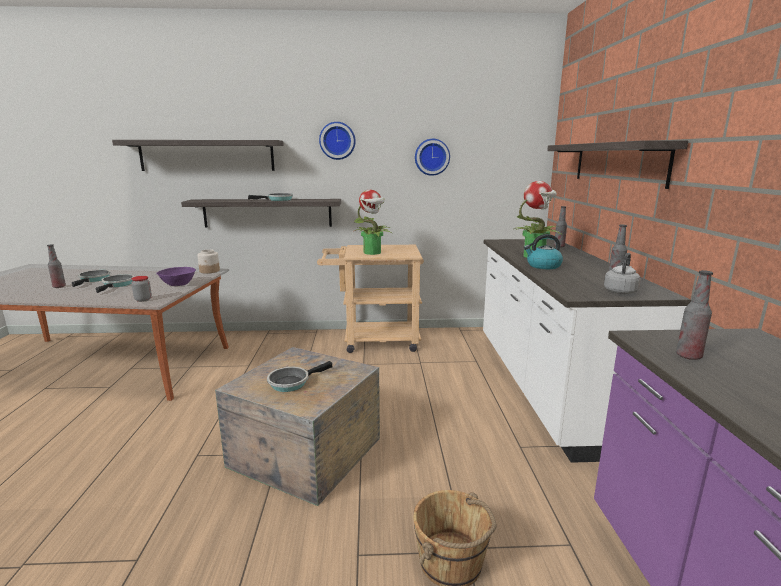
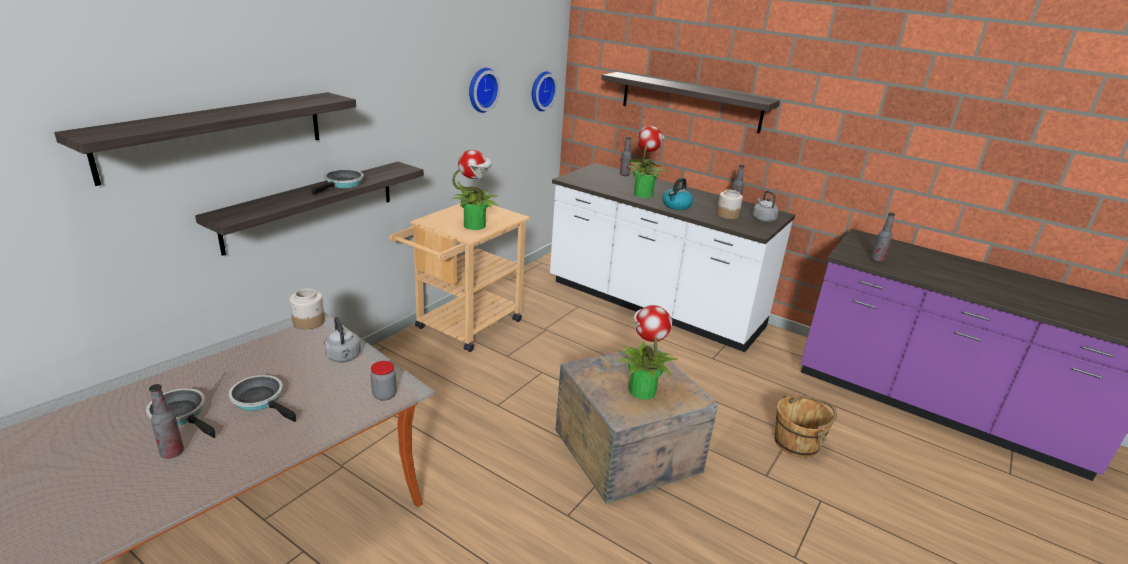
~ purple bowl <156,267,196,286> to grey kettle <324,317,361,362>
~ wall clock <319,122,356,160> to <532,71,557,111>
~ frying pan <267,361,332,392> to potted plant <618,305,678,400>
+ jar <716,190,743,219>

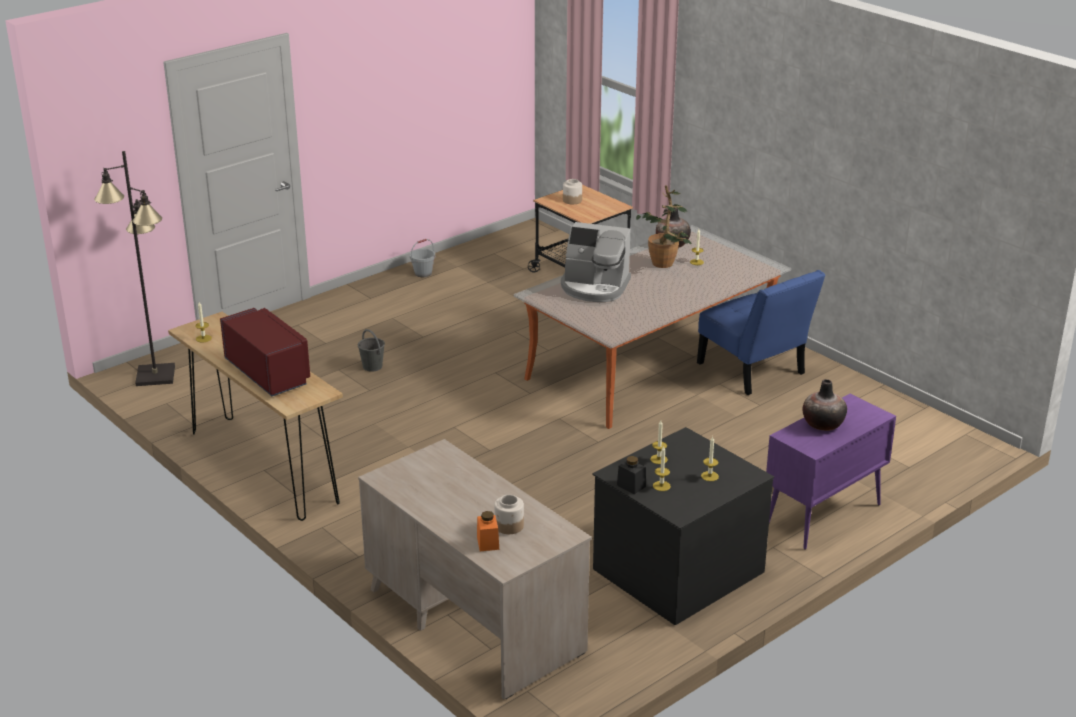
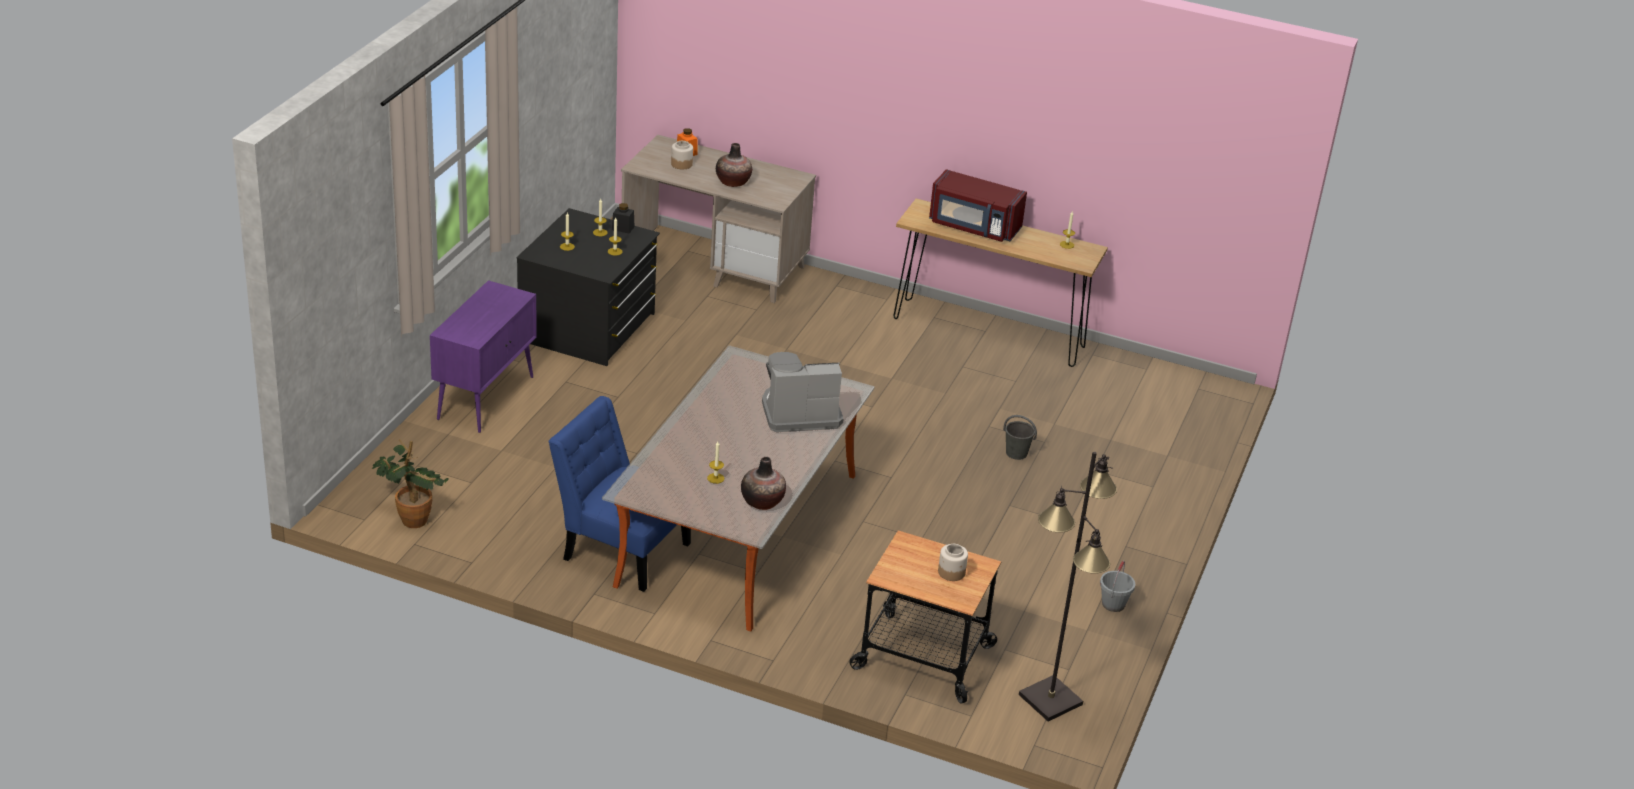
~ potted plant <636,185,692,268> to <372,439,449,528>
~ vase <802,379,847,431> to <716,143,752,187>
~ black floor lamp <94,151,175,386> to <1019,452,1117,721>

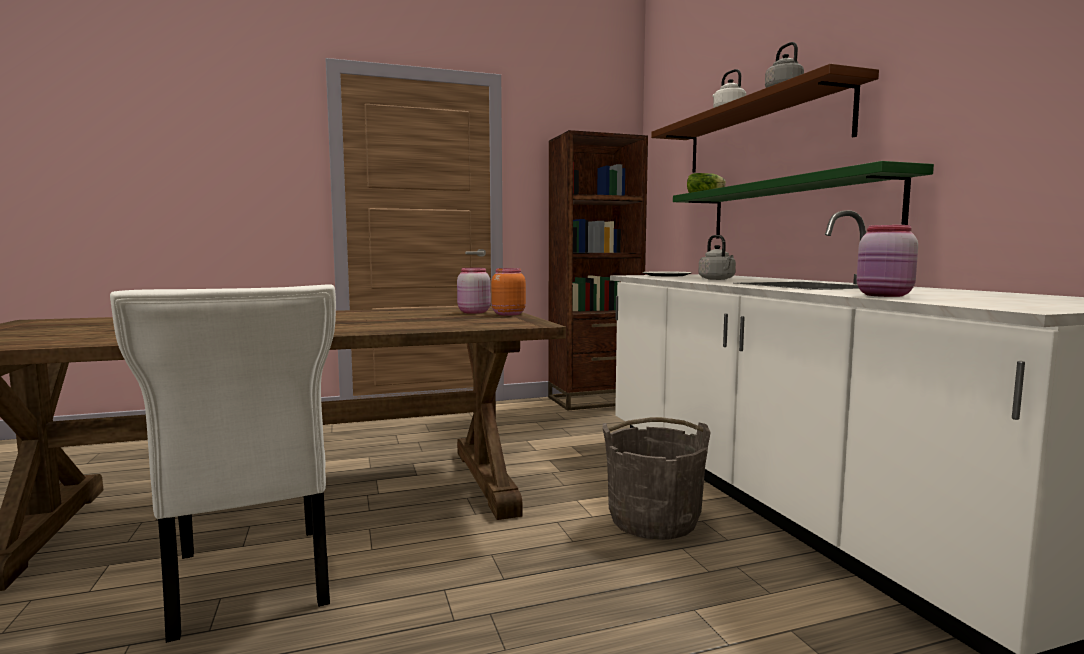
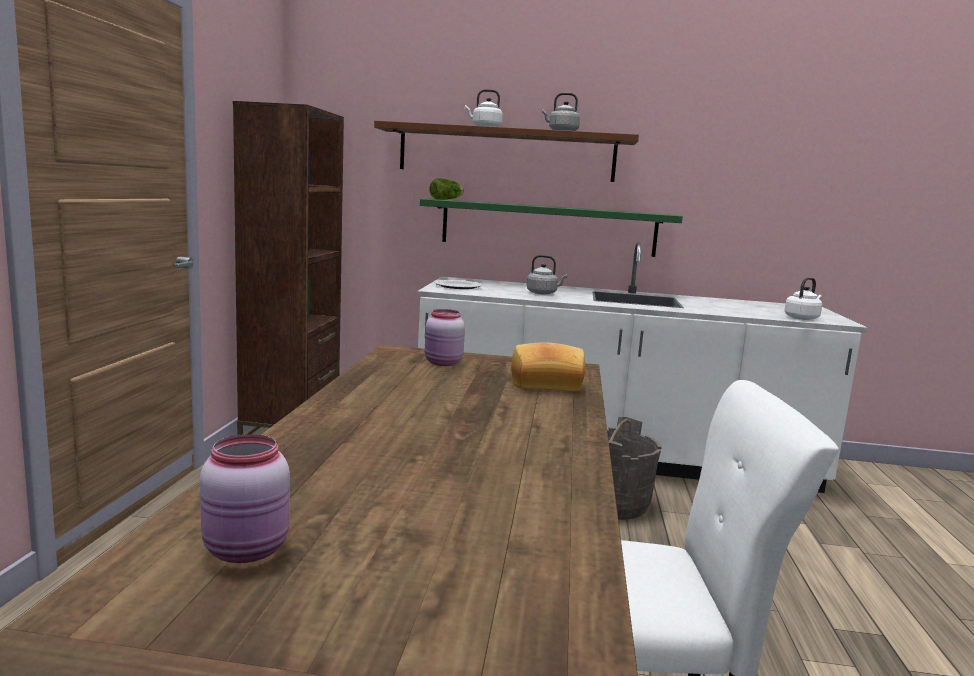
~ pink jar <857,225,918,297> to <200,434,290,563>
+ bread <511,342,585,391>
+ white kettle <784,277,822,320>
- orange jar <491,268,526,316>

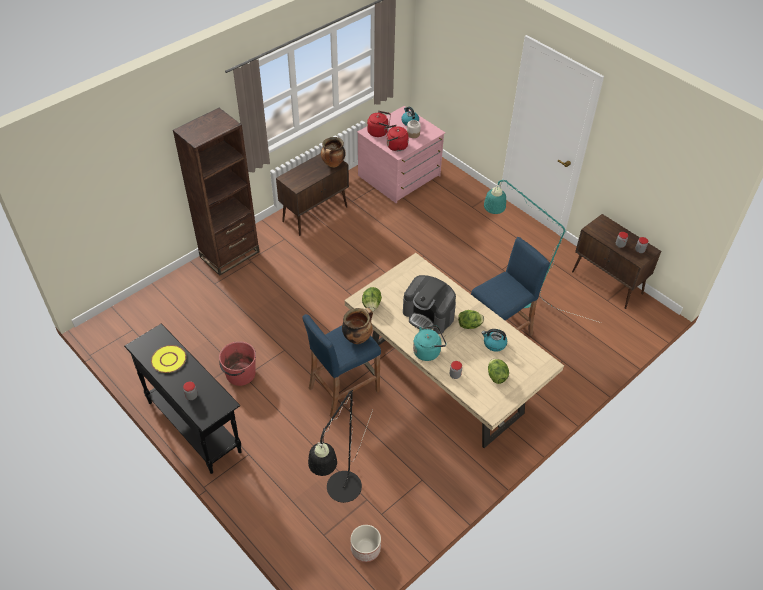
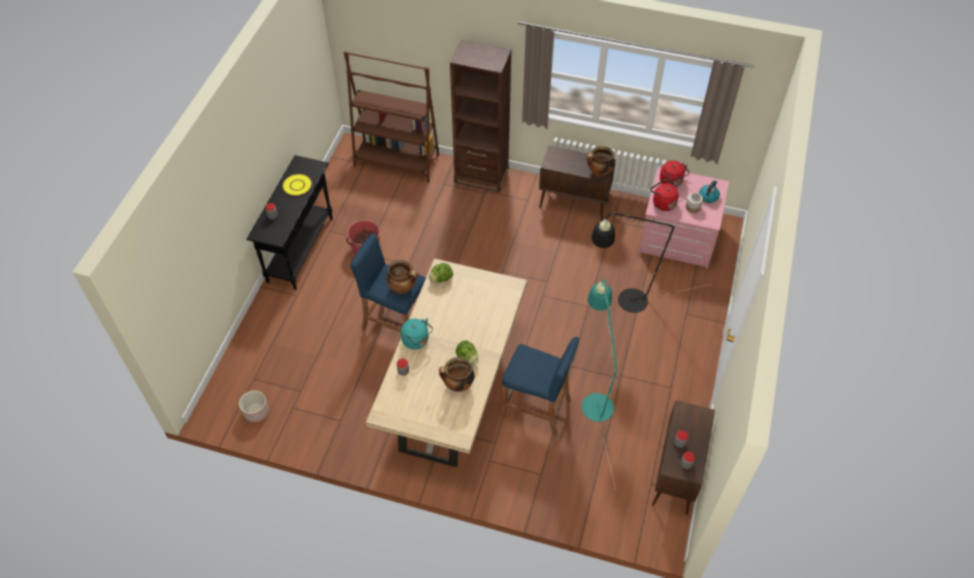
+ brown bookcase <344,51,439,183>
~ kettle <481,329,507,352> to cooking pot <439,357,475,392>
~ black floor lamp <308,390,373,503> to <592,212,707,313>
- coffee machine <403,275,456,334>
- lettuce <488,359,509,384>

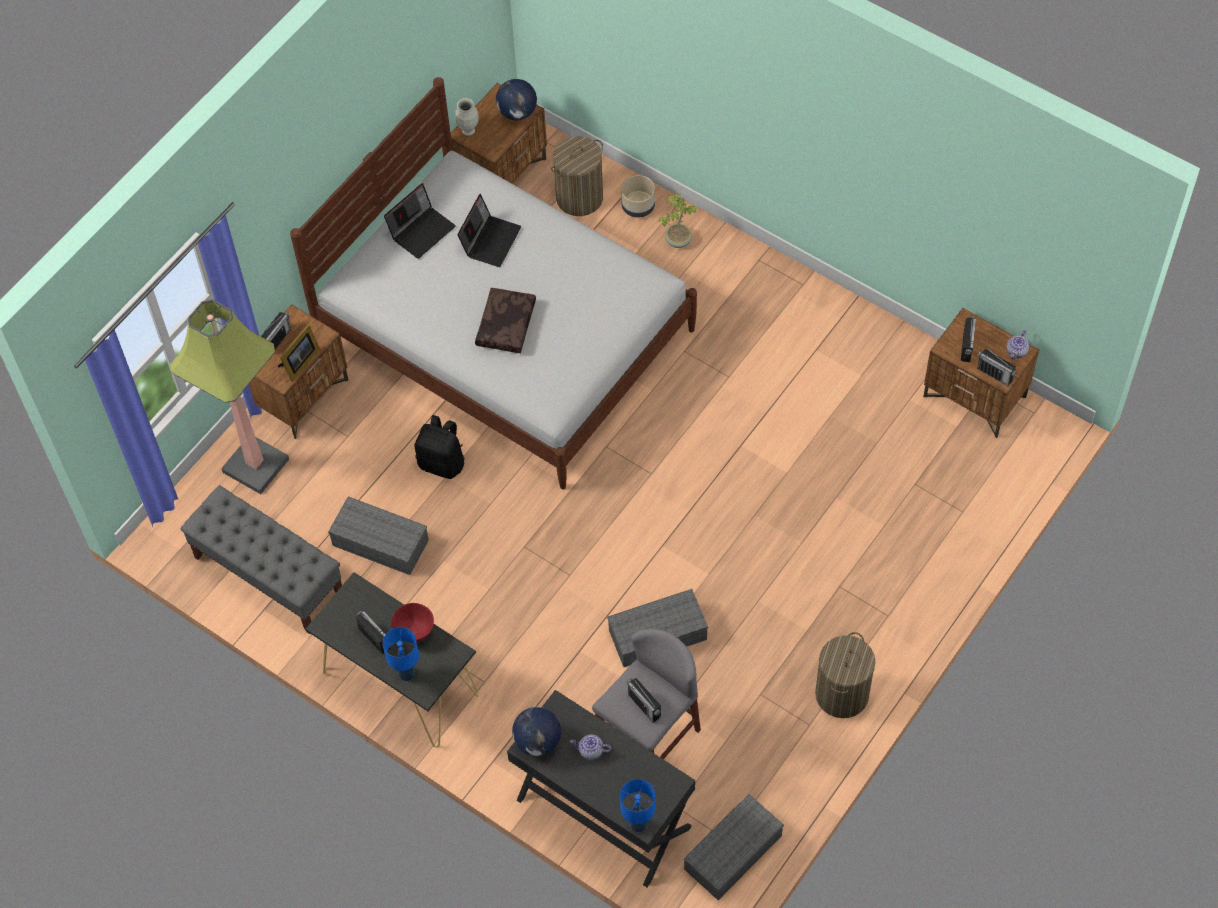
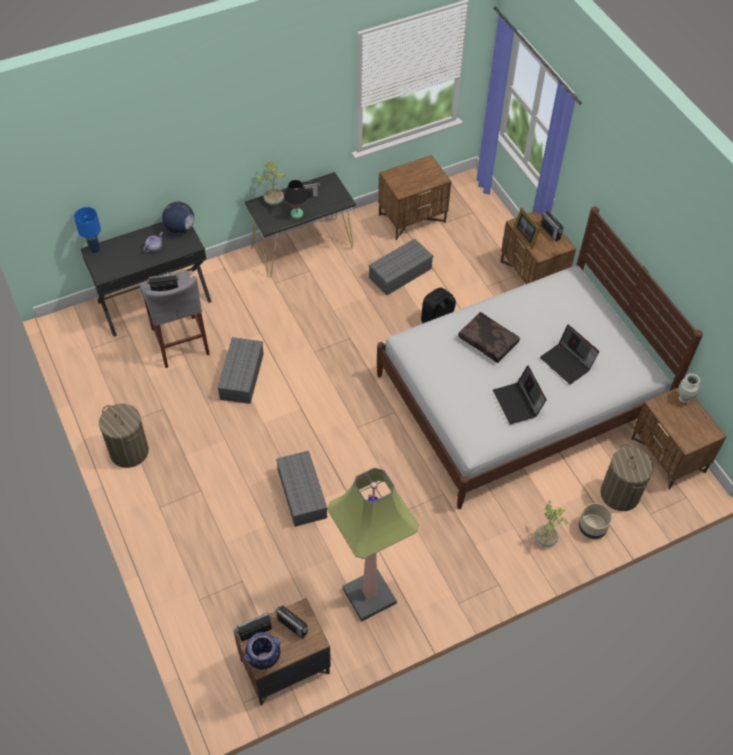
~ teapot <1006,330,1029,359> to vase <244,632,281,669>
~ blue table lamp <383,627,419,681> to potted plant <255,161,285,206>
~ grey storage box <684,794,784,900> to <276,451,327,527>
~ red bowl <391,603,434,642> to black table lamp <284,180,308,219>
~ floor lamp <170,299,289,494> to <327,467,419,621>
~ grey bench <180,485,342,634> to brown nightstand <378,155,451,240>
~ laptop <384,183,456,259> to <493,365,547,424>
- globe <496,79,537,120>

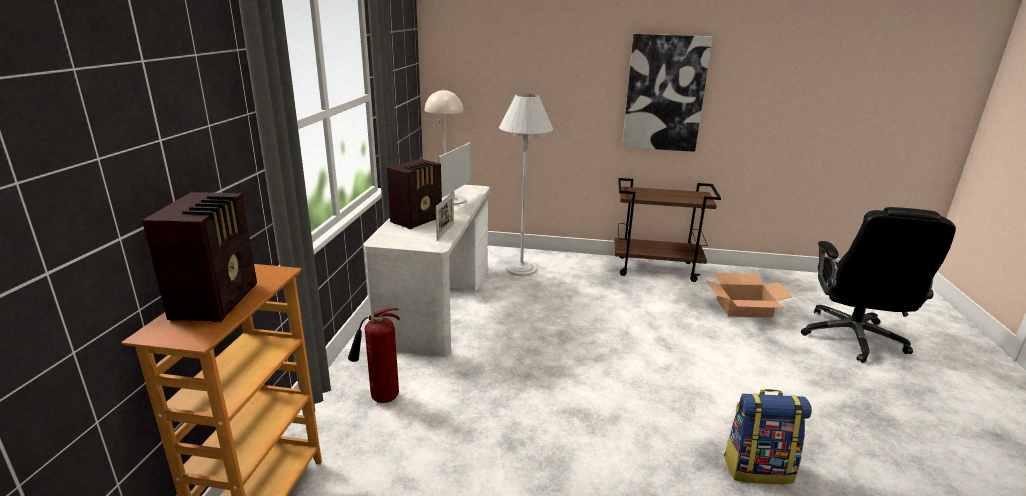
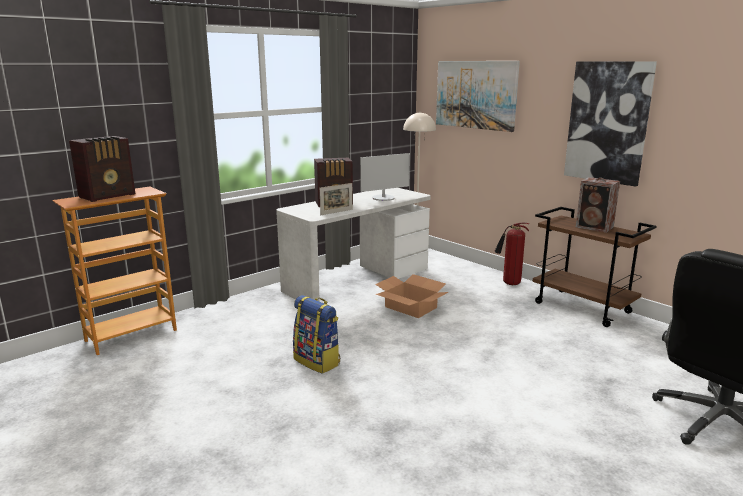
~ backpack <724,389,812,484> to <293,295,340,374>
~ cardboard box <706,273,792,318> to <375,274,448,318>
+ picture <436,61,520,132>
~ fire extinguisher <348,308,400,403> to <495,222,529,285>
+ speaker <576,177,620,233>
- white floor lamp <499,94,553,276>

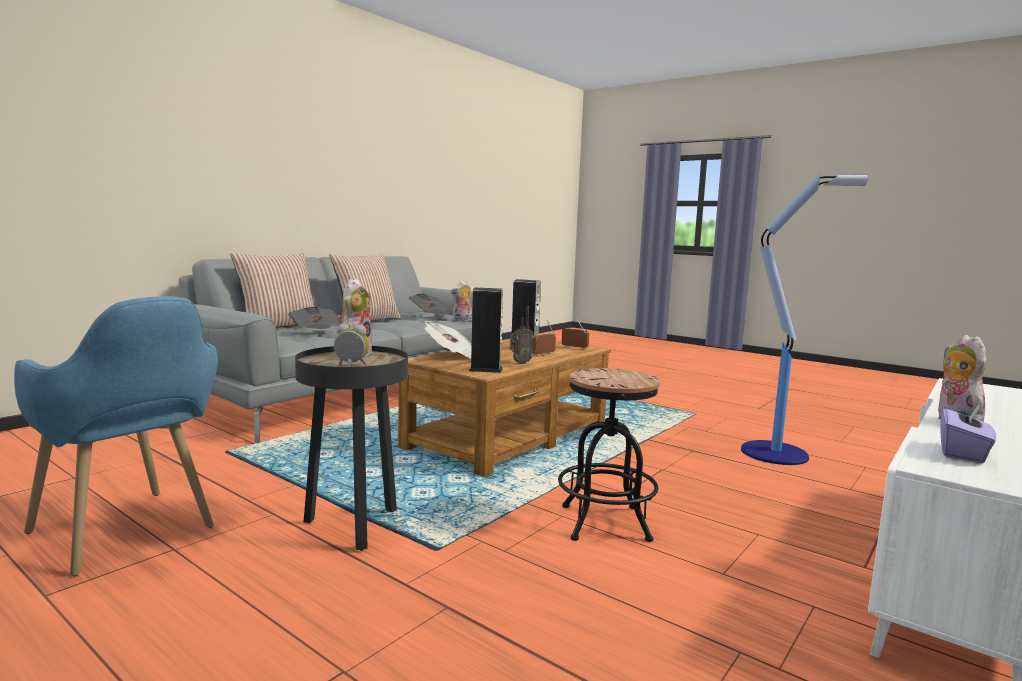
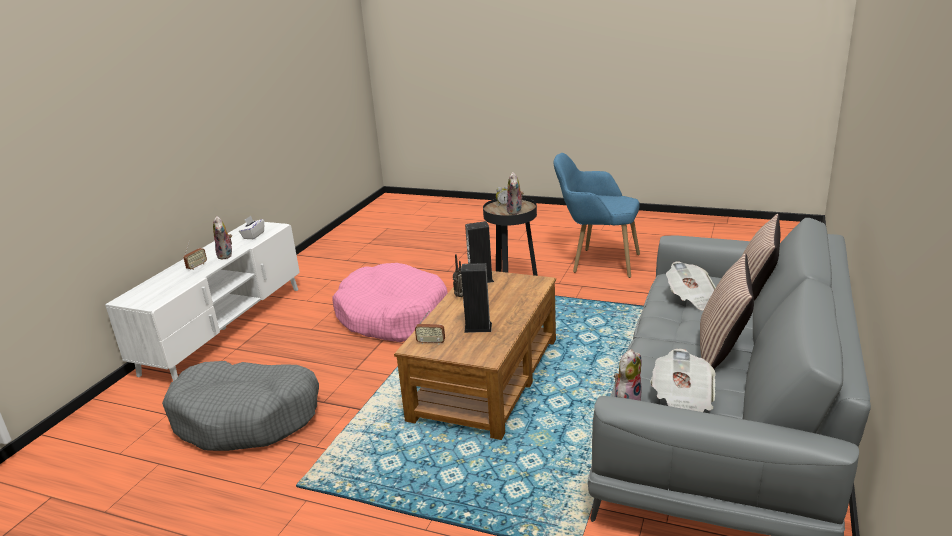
~ floor lamp <741,173,867,465> to grey dog bed <162,361,319,451>
~ radio <532,320,556,356> to <184,240,207,270>
~ purple tissue box <940,404,996,463> to white tissue box <239,216,264,239>
~ black stool <558,368,660,542> to pink dog bed <332,263,447,342>
- newspaper <425,321,472,359>

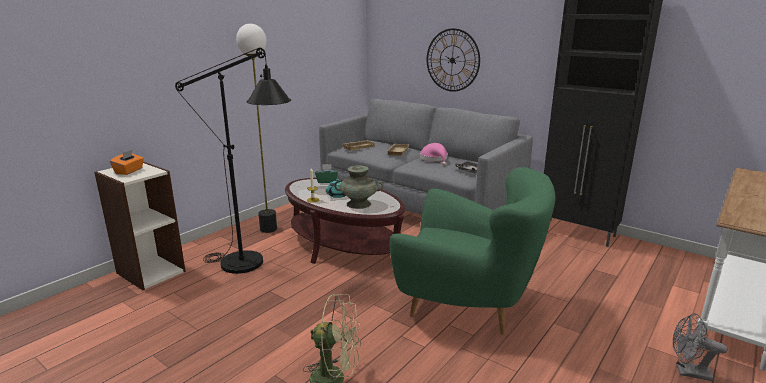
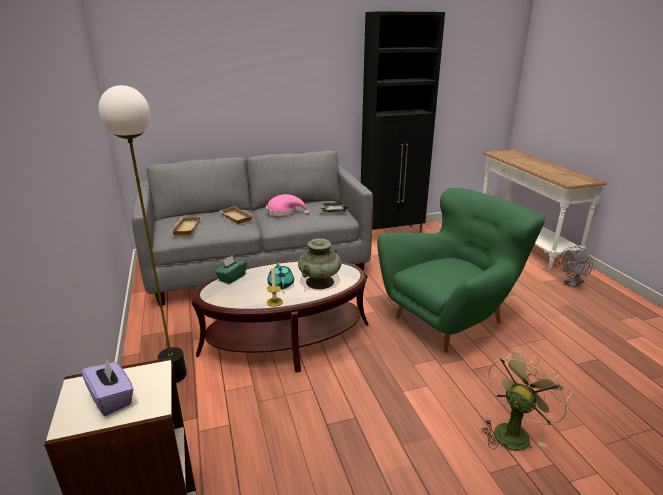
~ orange tissue box <110,150,144,175> to purple tissue box <81,358,134,416>
- black floor lamp <175,48,291,274>
- wall clock <427,28,480,92>

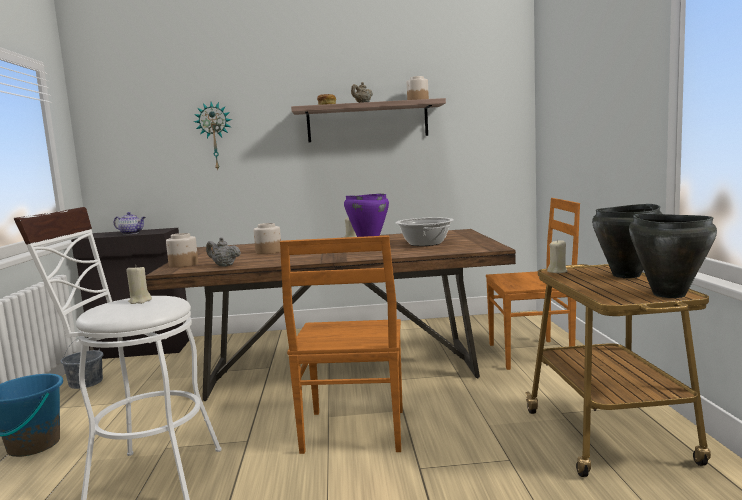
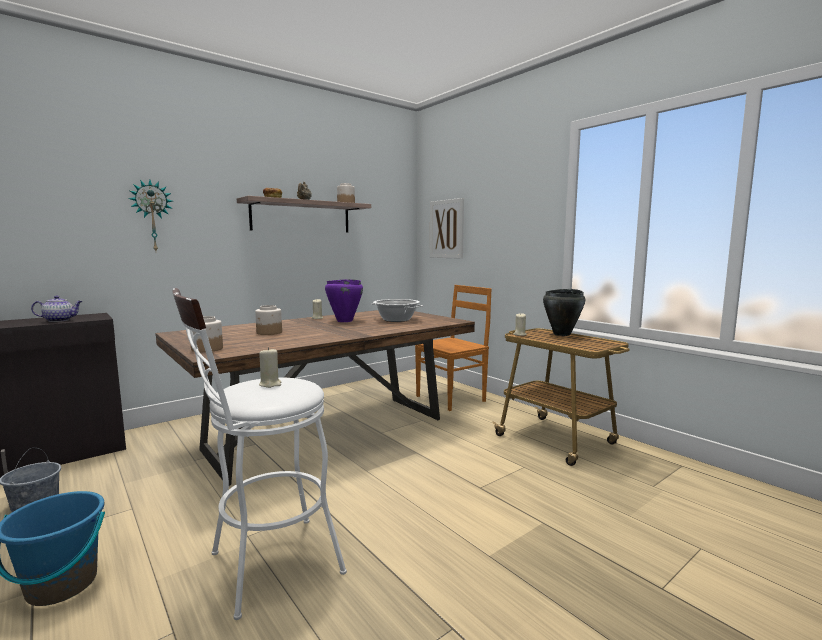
+ picture <430,198,464,259>
- grey teapot <206,237,241,267>
- brown chair <280,235,403,454>
- black cooking pot <629,214,717,298>

